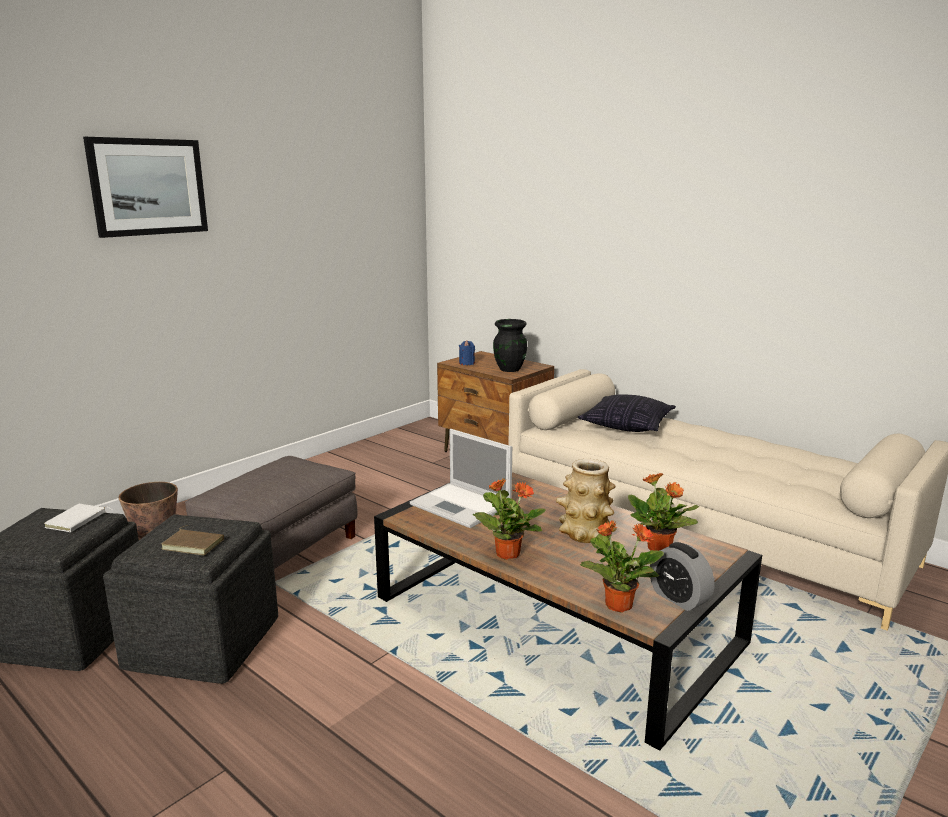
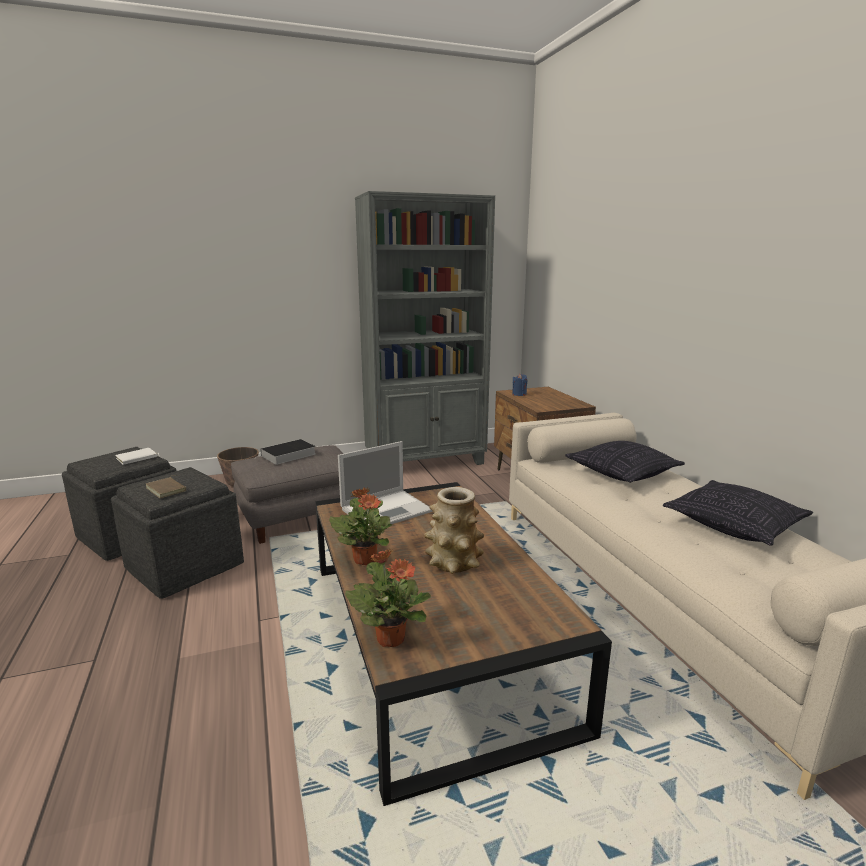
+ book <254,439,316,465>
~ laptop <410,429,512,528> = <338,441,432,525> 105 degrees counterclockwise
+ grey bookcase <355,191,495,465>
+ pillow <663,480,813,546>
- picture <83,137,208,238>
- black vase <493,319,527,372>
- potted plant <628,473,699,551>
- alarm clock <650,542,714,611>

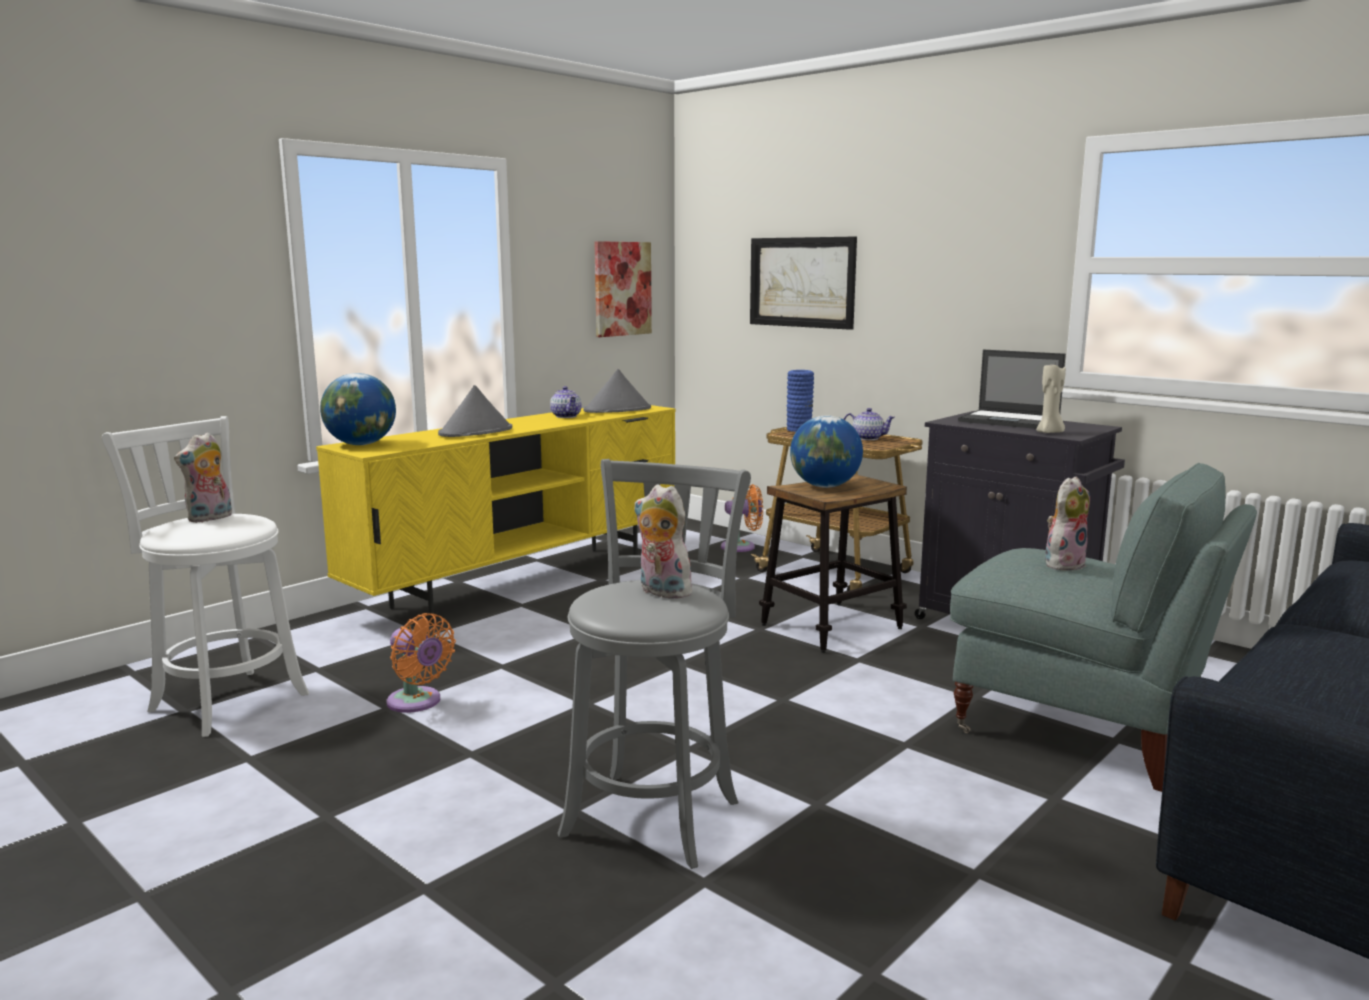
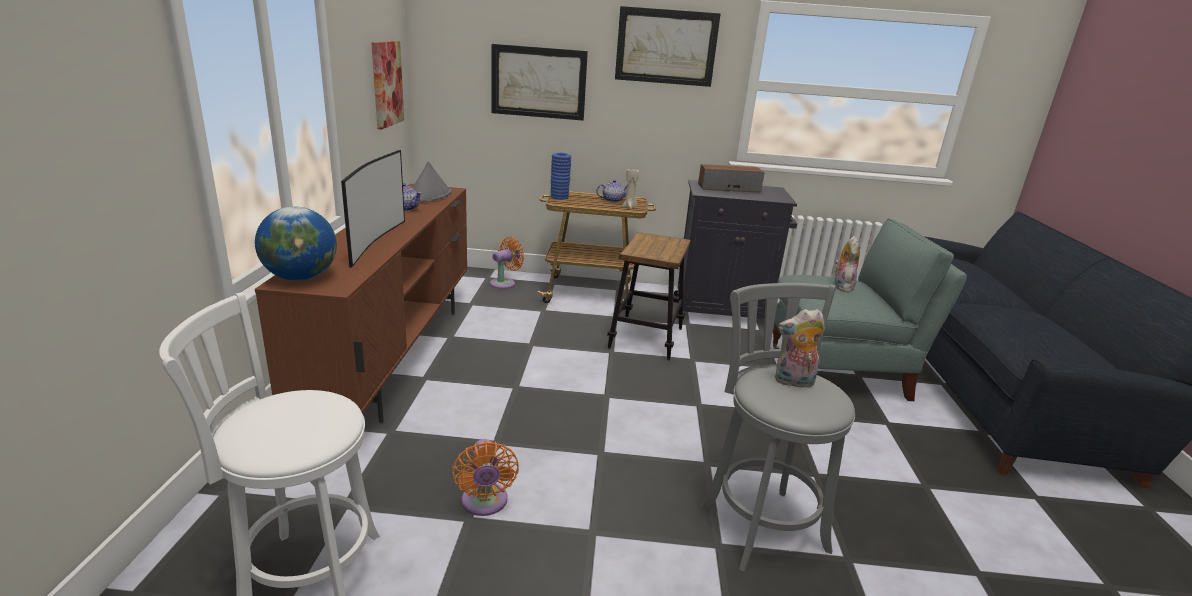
~ yellow tv stand <316,405,675,625> to brown tv stand <255,184,467,423>
~ grey hat <438,385,512,437> to television <341,150,405,268>
~ orange fan <386,613,456,713> = <452,439,519,516> 75 degrees clockwise
+ picture <615,6,721,87>
~ beige candle <1036,365,1066,433> to <622,169,639,209>
~ laptop <958,350,1066,429> to speaker <698,164,765,192>
- plush toy <174,432,232,523>
- globe <790,415,863,488>

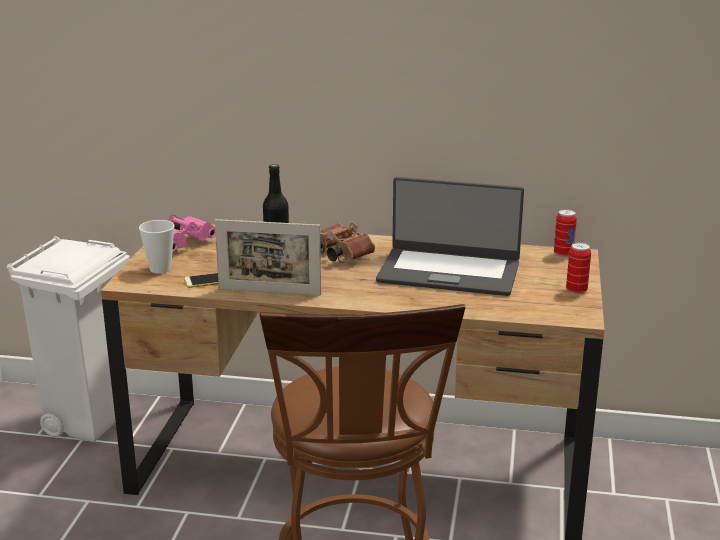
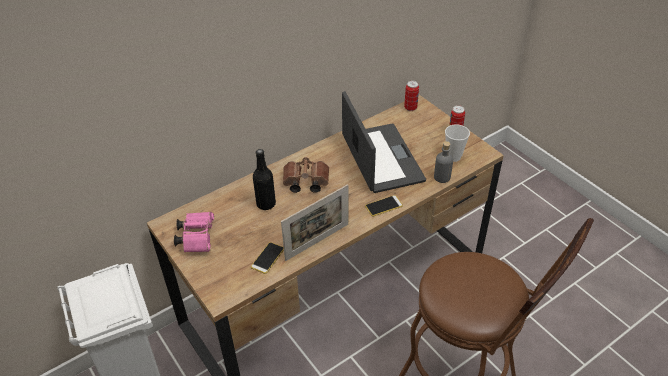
~ laptop <376,177,524,296> = <342,91,426,193> 75 degrees counterclockwise
+ phone <365,195,403,216>
+ grey bottle <434,141,453,183>
~ cup <139,220,174,273> to <445,124,470,162>

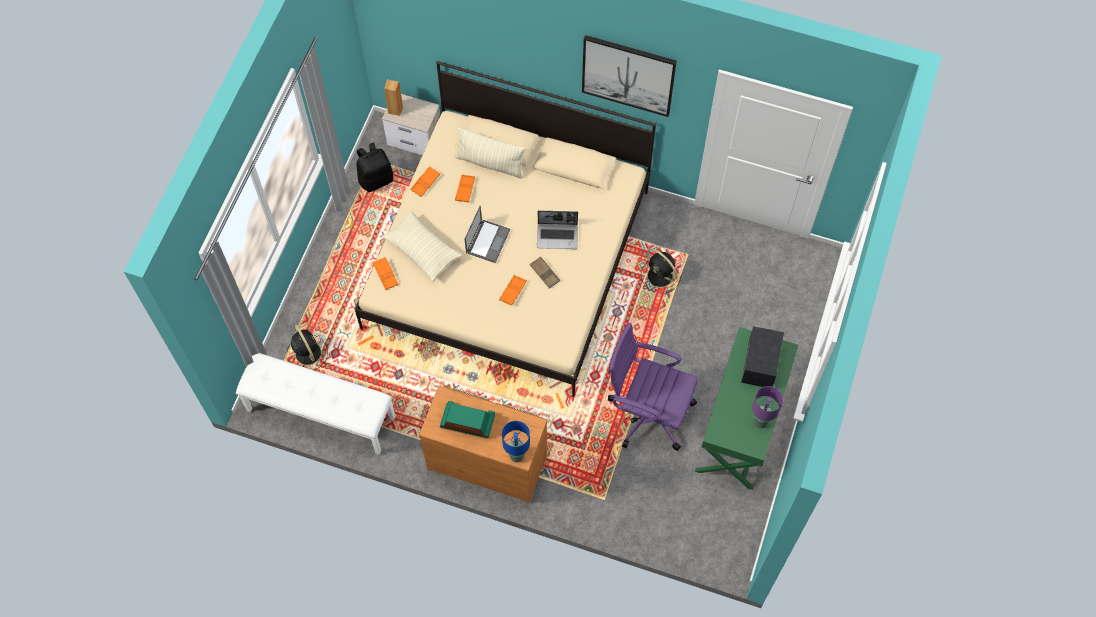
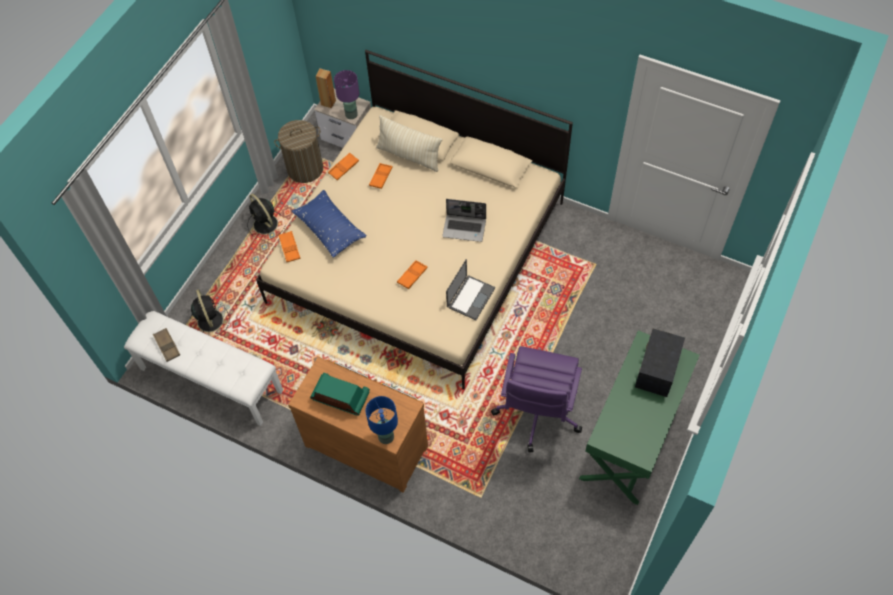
~ brown tray <530,256,560,289> to <153,328,180,362>
~ black fan <641,249,681,294> to <247,194,285,240>
~ black backpack <356,142,393,192> to laundry basket <274,120,323,183>
~ beige pillow <382,211,462,281> to blue pillow <292,190,367,258>
~ purple table lamp <752,386,783,428> to <334,70,360,119>
~ laptop <465,206,510,263> to <446,259,495,320>
~ purple office chair <608,323,698,451> = <491,346,582,453> 105 degrees counterclockwise
- picture <582,35,677,117>

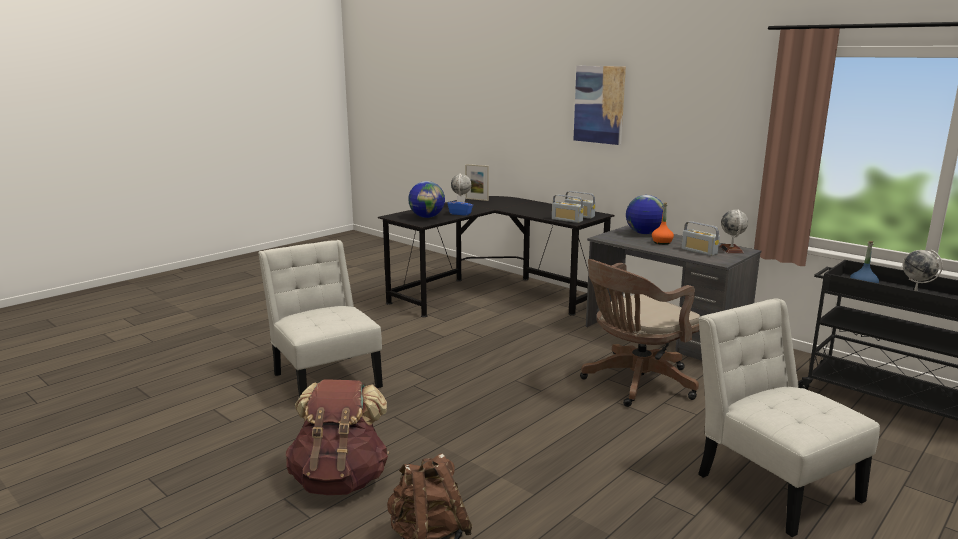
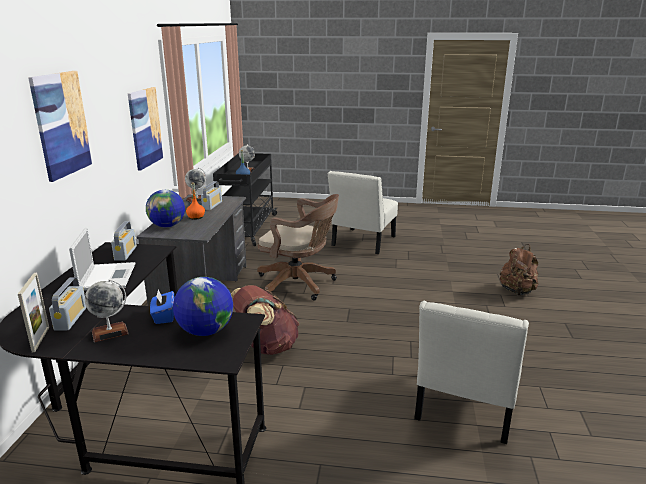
~ radio <552,195,584,223> to <49,277,87,331>
+ laptop <69,227,136,291>
+ picture <128,87,164,171>
~ brown backpack <286,379,389,495> to <231,285,300,355>

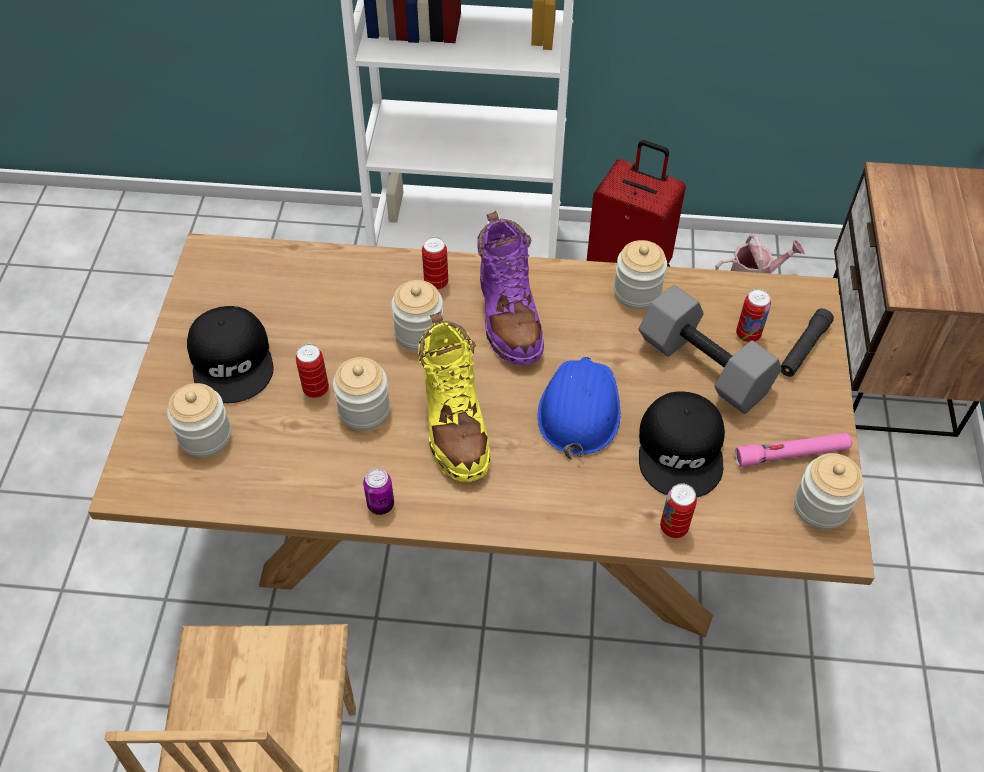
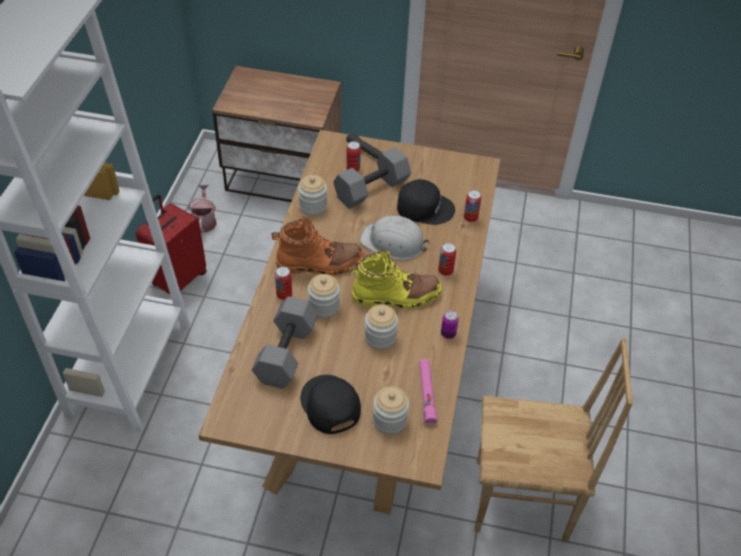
+ grey dumbbell <252,296,318,389>
~ purple boot <478,211,544,365> to orange boot <271,217,364,275>
~ black cap <187,306,273,403> = <300,375,361,434> 105 degrees counterclockwise
~ blue hard hat <538,357,621,460> to white hard hat <360,216,430,260>
~ pink flashlight <735,433,853,467> to <419,359,437,425>
~ can <296,344,329,398> to <438,243,456,276>
- jar <794,453,864,530>

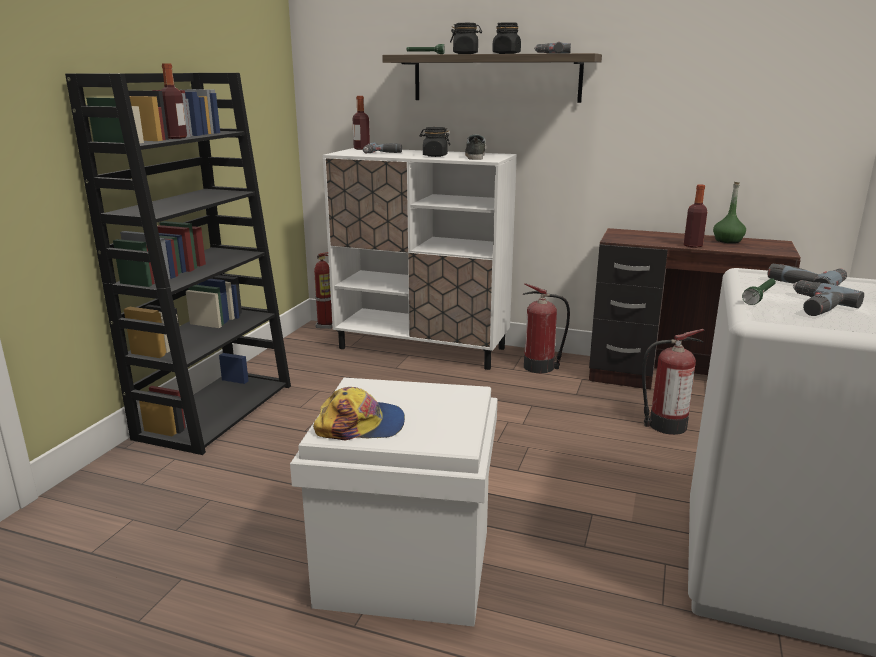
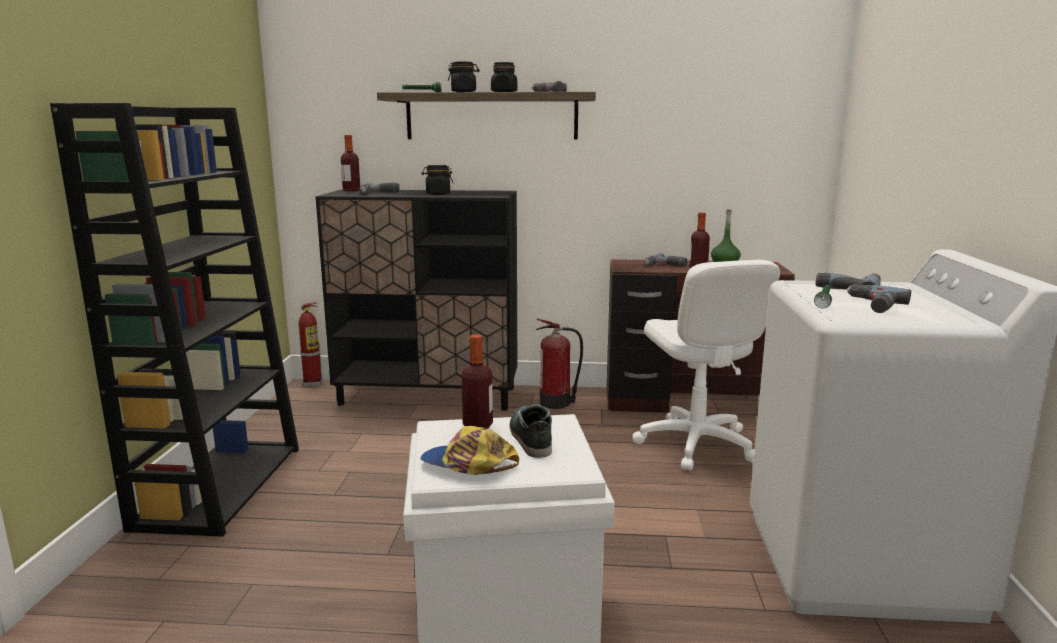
~ white cabinet <323,148,517,370> to black cabinet <315,189,517,411>
~ cap <313,387,405,440> = <420,426,519,475> 135 degrees counterclockwise
~ bottle <161,63,187,139> to <461,334,493,429>
~ shoe <465,134,486,160> to <509,404,552,458>
~ fire extinguisher <642,329,704,435> to white office chair <633,260,780,470>
+ power drill <644,253,687,267>

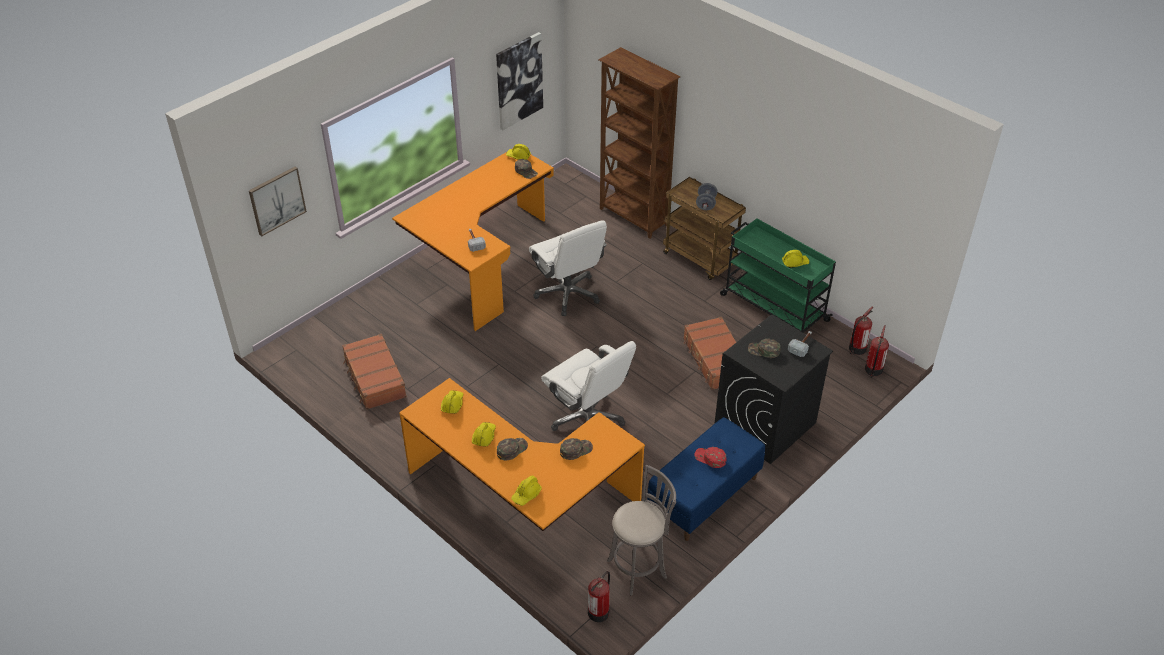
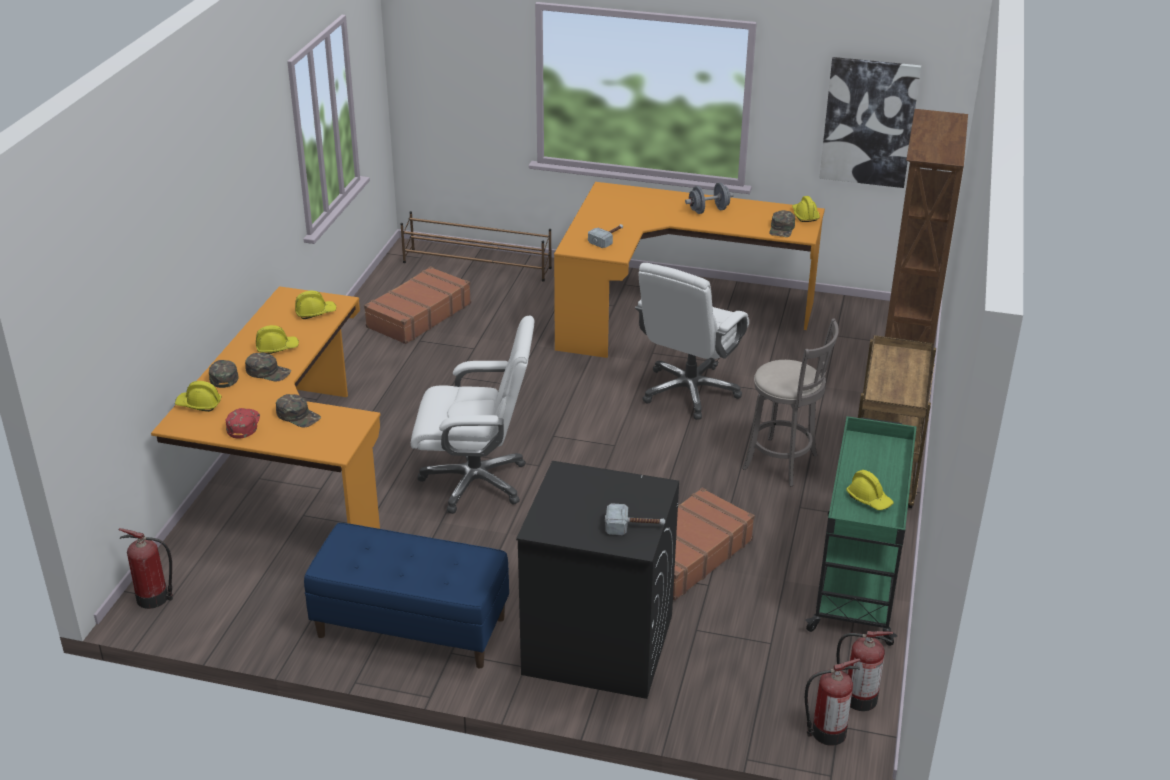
~ green cap <748,339,781,358> to <209,360,238,388>
~ red cap <694,447,726,468> to <225,408,260,439>
+ brown shoe rack <400,211,552,282>
~ white office chair <541,341,636,431> = <411,315,535,514> 105 degrees counterclockwise
~ grey dumbbell <696,183,718,210> to <685,183,734,214>
~ grey stool <607,465,676,596> to <742,319,839,486>
- picture <249,166,307,236>

